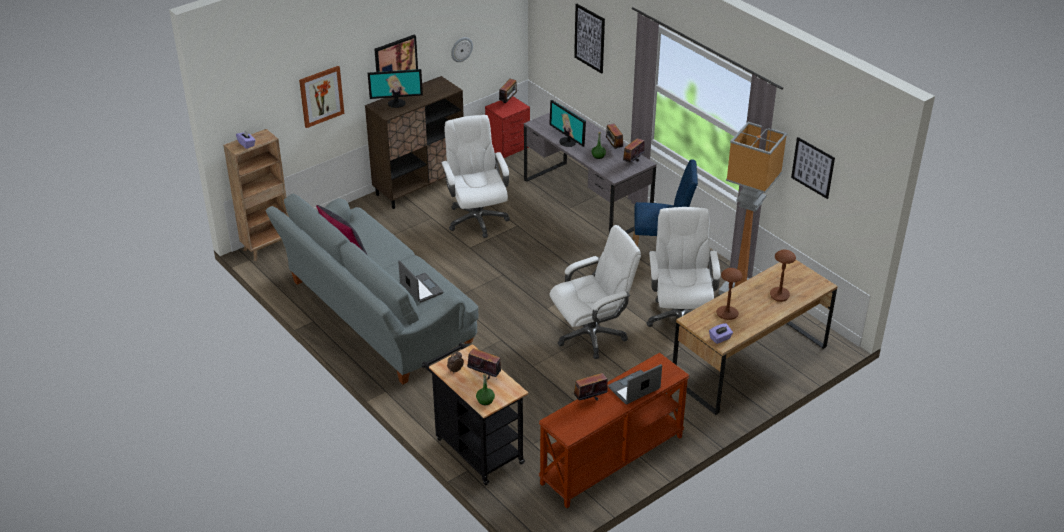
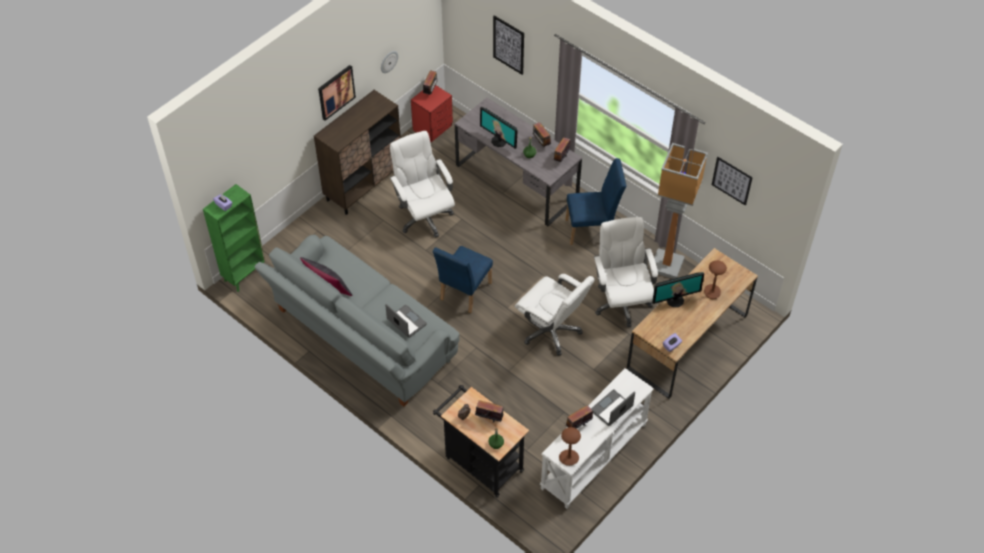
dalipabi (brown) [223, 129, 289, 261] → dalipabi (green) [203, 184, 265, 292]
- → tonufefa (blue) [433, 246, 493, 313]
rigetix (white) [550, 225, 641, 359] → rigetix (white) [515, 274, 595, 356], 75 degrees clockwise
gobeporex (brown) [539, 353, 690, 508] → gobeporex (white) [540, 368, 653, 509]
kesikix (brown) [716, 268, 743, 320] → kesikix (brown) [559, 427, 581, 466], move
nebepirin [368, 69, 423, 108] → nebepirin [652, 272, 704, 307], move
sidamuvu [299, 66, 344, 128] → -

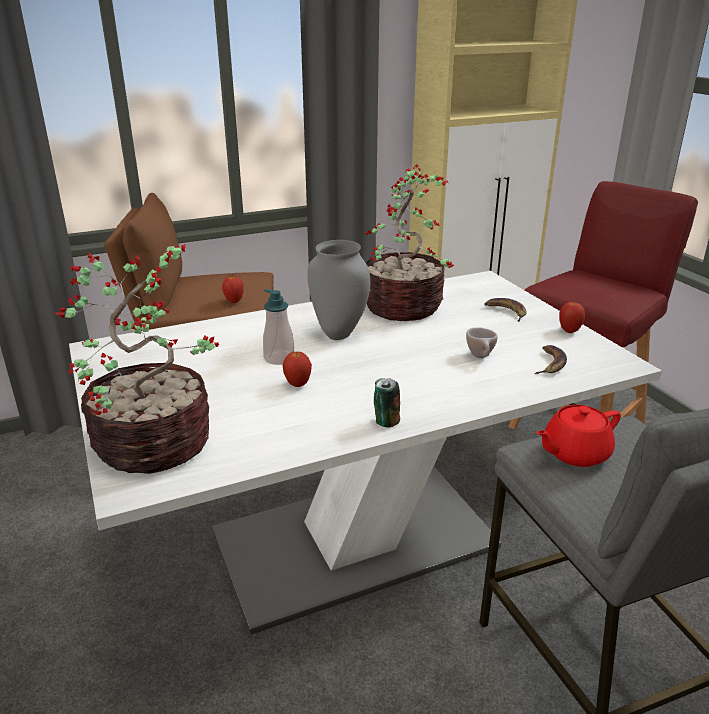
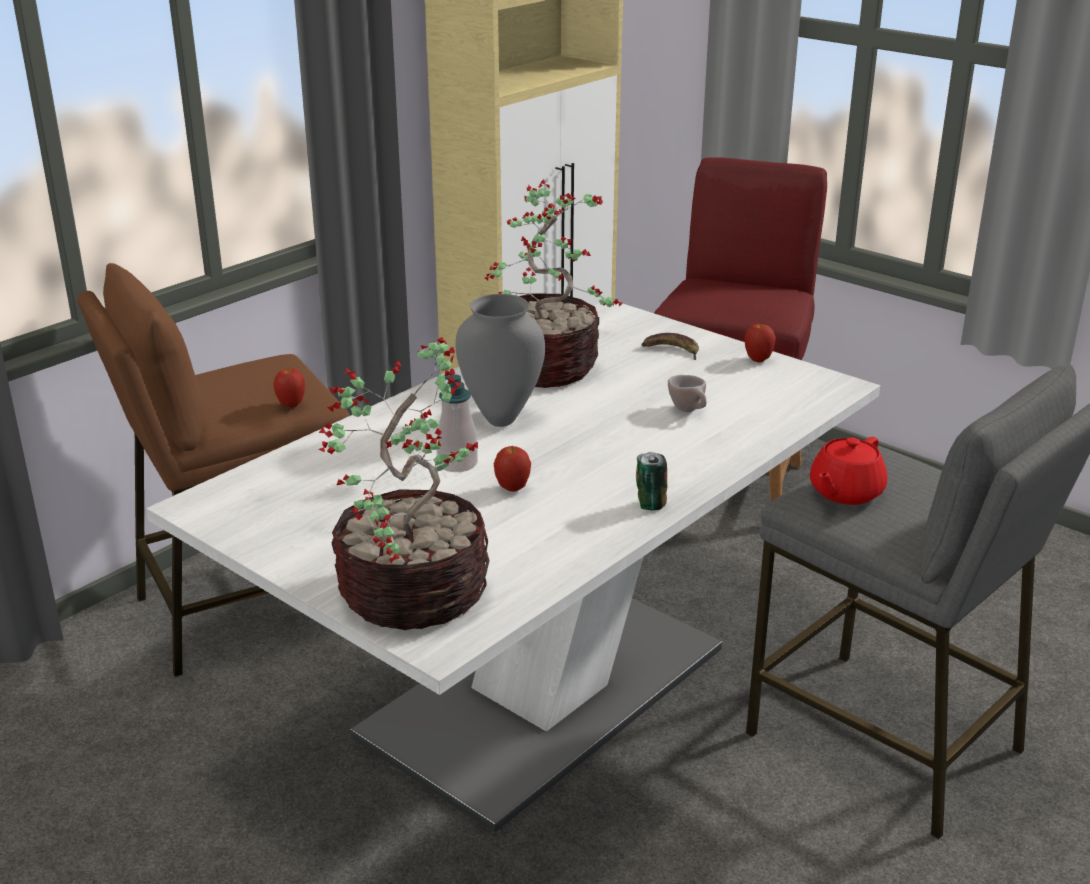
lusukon [534, 345, 567, 374] → -

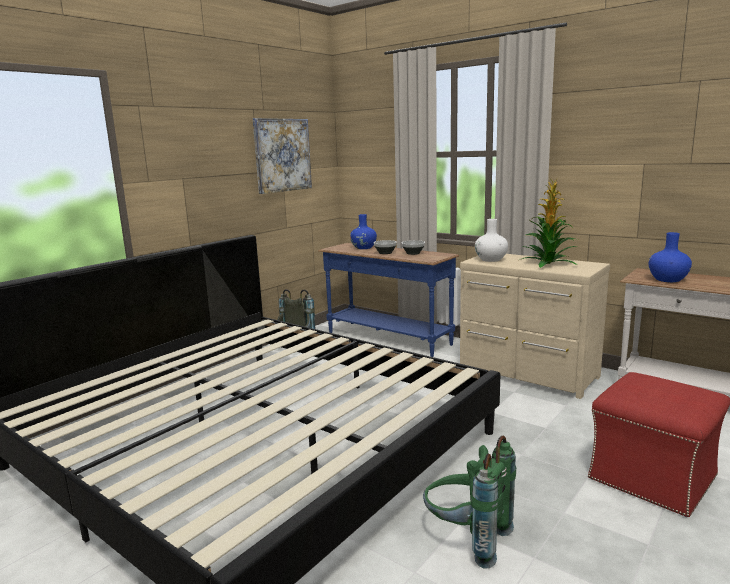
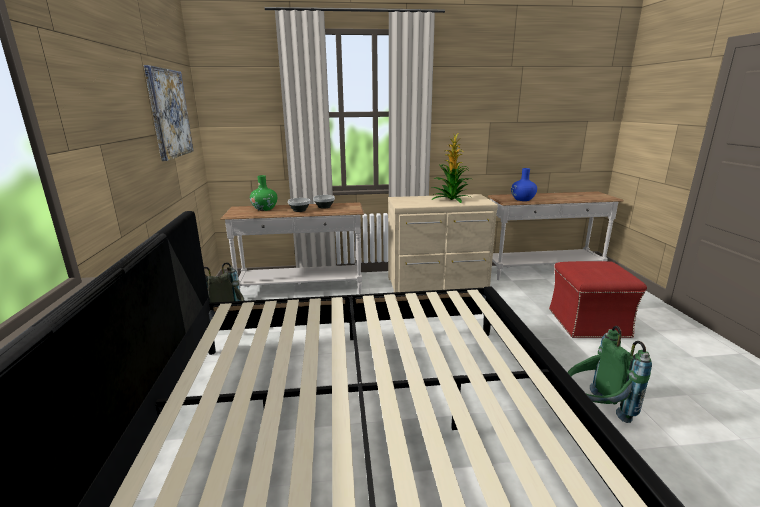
gobeporex (blue) [318, 243, 459, 357] → gobeporex (white) [220, 202, 364, 294]
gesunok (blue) [350, 214, 377, 249] → gesunok (green) [250, 175, 277, 211]
gesunok (white) [475, 219, 508, 262] → -

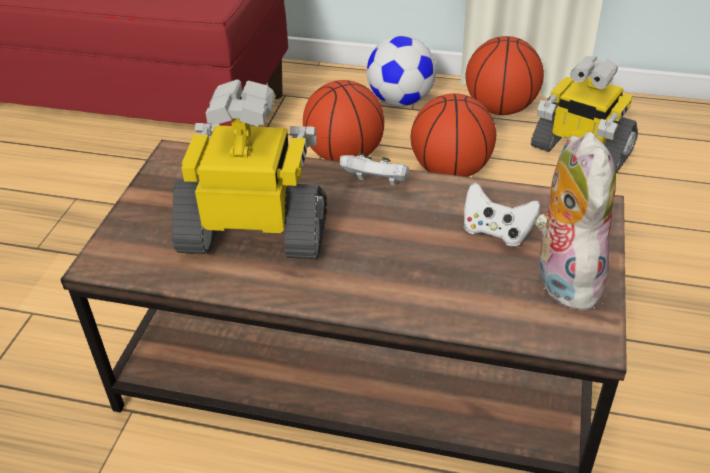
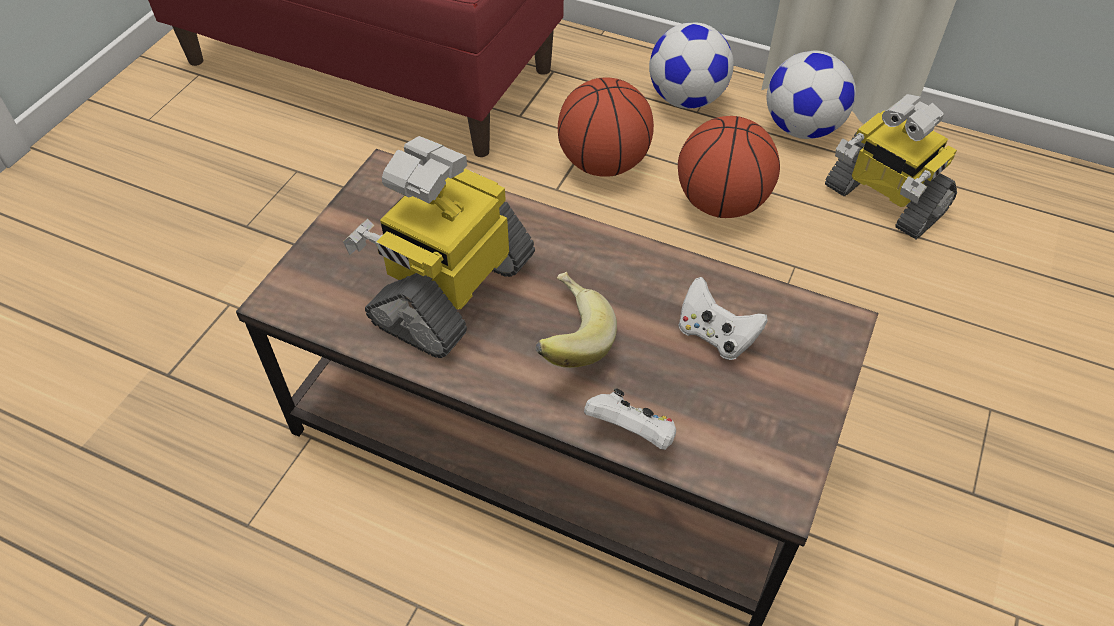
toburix [172, 79, 327, 259] → toburix [343, 136, 535, 358], 75 degrees counterclockwise
- → lusukon [535, 272, 617, 368]
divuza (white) [339, 153, 409, 186] → divuza (white) [584, 388, 676, 450], move
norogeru [466, 36, 544, 115] → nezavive [767, 51, 856, 139]
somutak [535, 132, 616, 311] → -

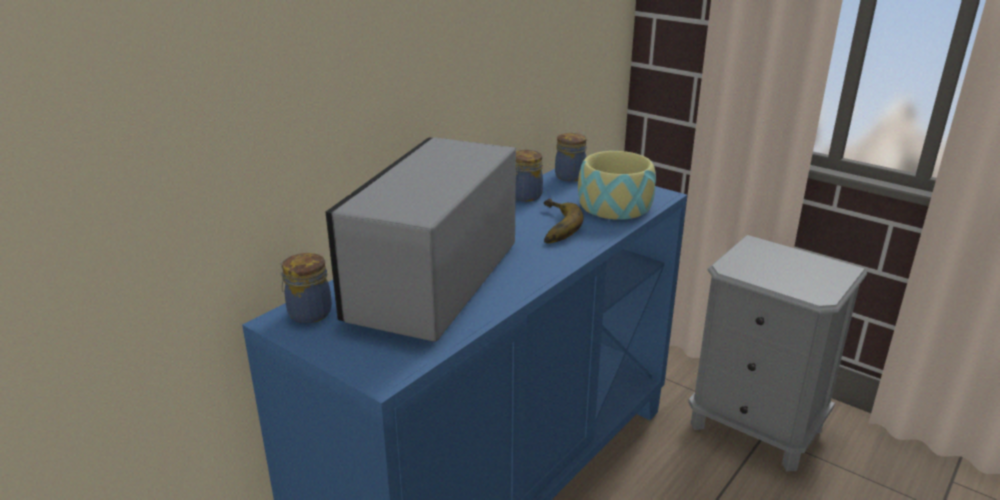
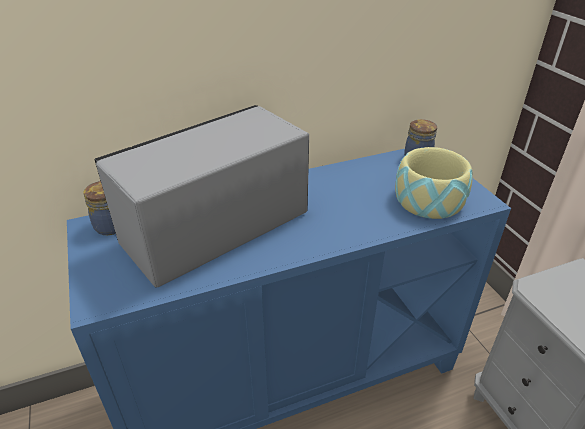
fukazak [515, 150, 543, 201] → -
lusukon [544, 199, 584, 243] → -

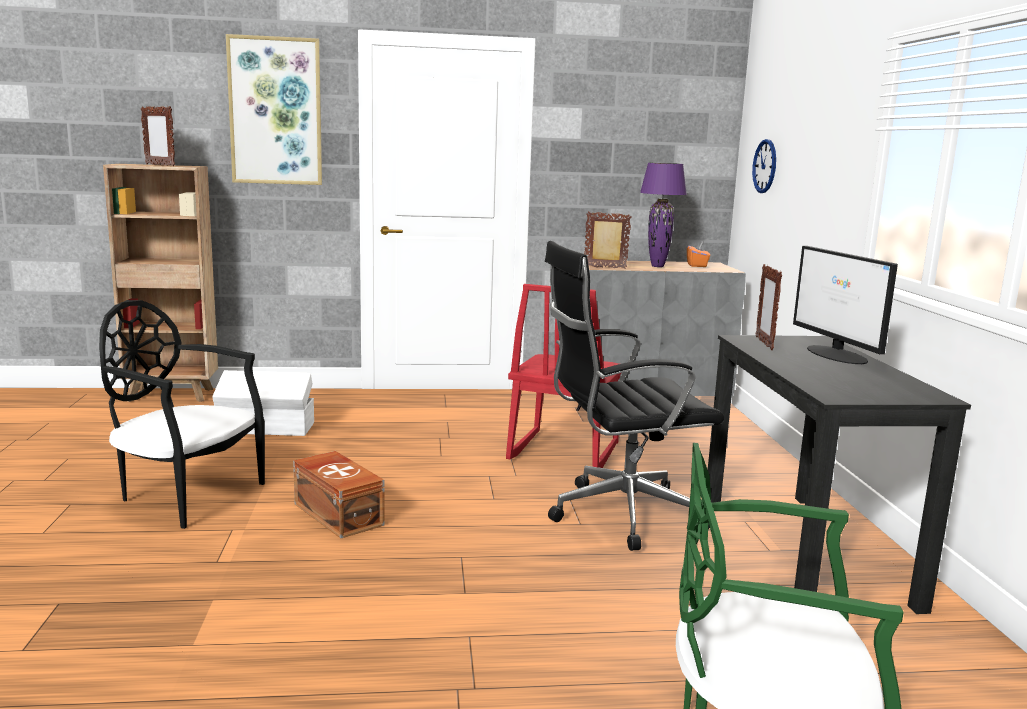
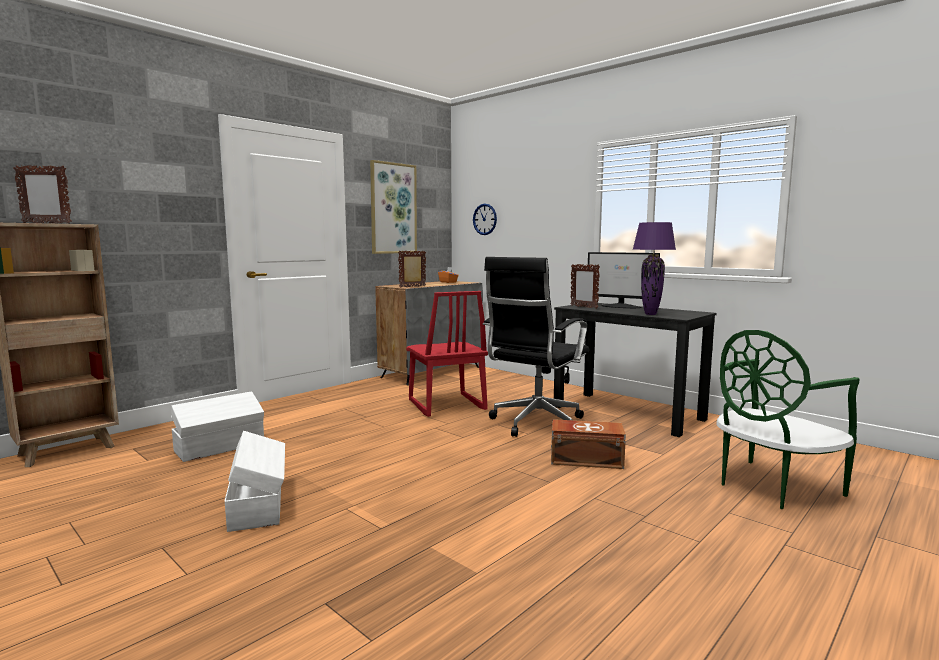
tonufefa (black) [99, 300, 265, 529] → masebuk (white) [225, 431, 285, 532]
sidamuvu [226, 34, 322, 185] → sidamuvu [370, 160, 417, 254], move
masebuk (brown) [293, 451, 385, 538] → masebuk (brown) [551, 419, 626, 469], move
kesikix (purple) [640, 163, 687, 267] → kesikix (purple) [633, 222, 676, 315], move

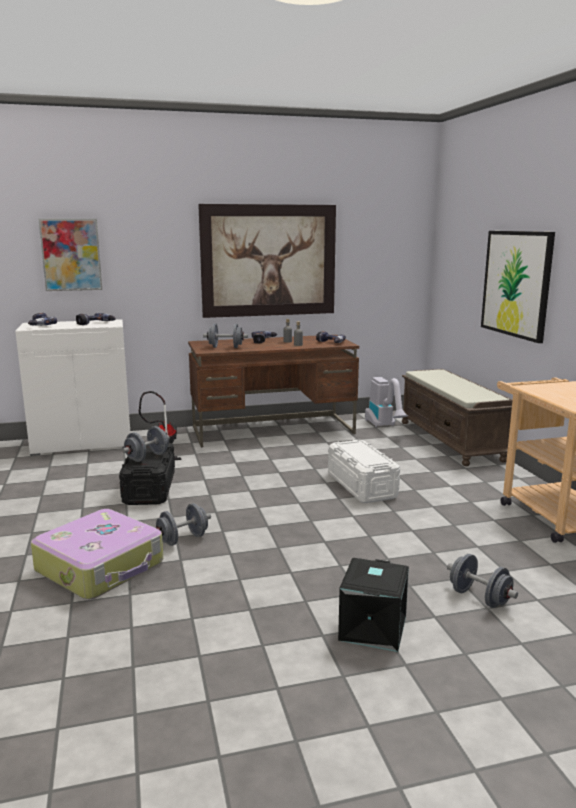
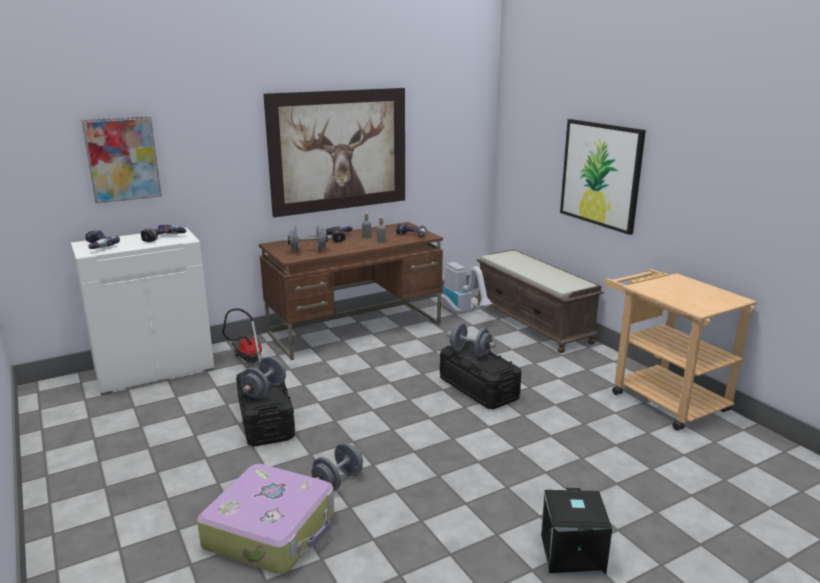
masebuk (white) [328, 439, 400, 503] → masebuk (black) [440, 341, 522, 410]
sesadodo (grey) [447, 554, 518, 608] → sesadodo (grey) [447, 323, 496, 357], move

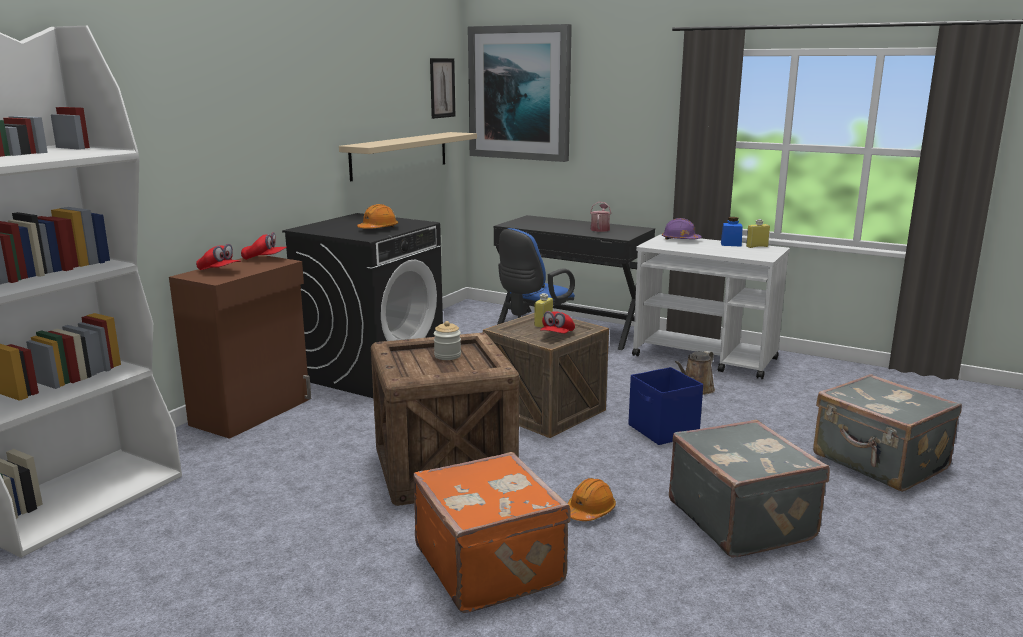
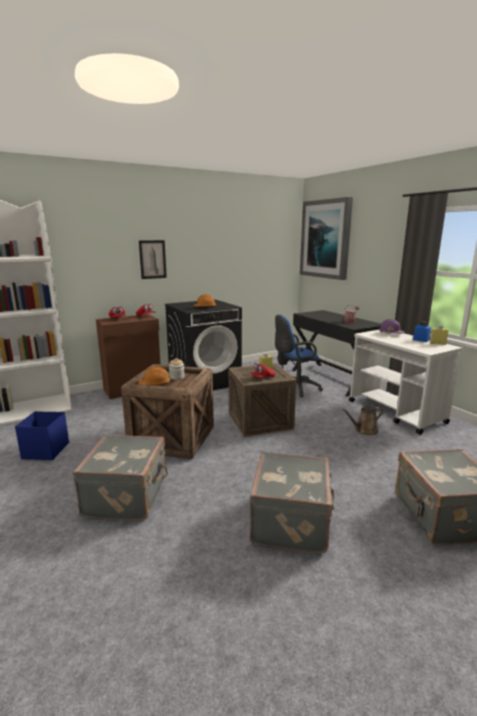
masebuk (blue) [628, 367, 703, 445] → masebuk (blue) [15, 411, 69, 460], move
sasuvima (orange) [413, 452, 571, 613] → sasuvima (grey) [73, 434, 168, 521]
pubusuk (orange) [567, 478, 616, 521] → pubusuk (orange) [138, 366, 171, 385], move
sidamuvu [430, 58, 455, 119] → sidamuvu [139, 240, 167, 279], move
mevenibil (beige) [339, 132, 477, 181] → -

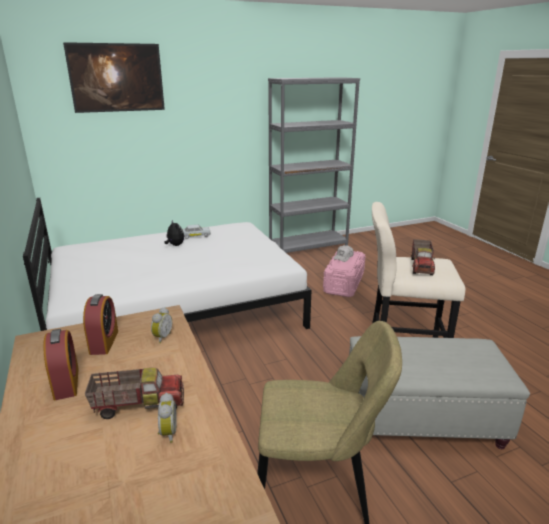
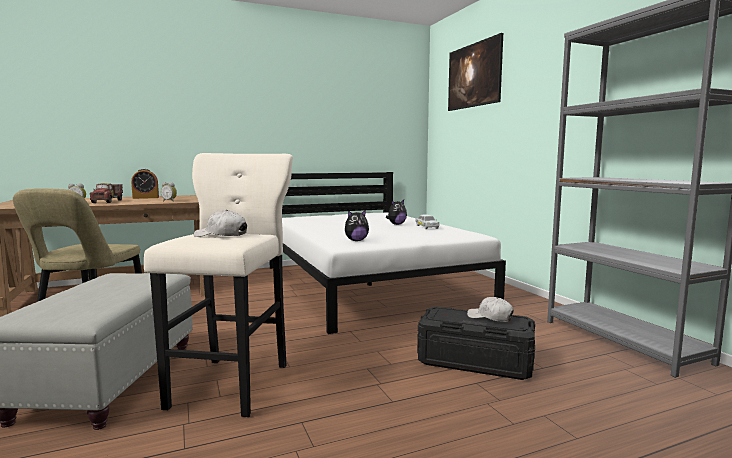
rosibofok [411, 239, 435, 275] → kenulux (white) [193, 210, 247, 237]
- → somutak [345, 210, 369, 241]
masebuk (pink) [323, 251, 366, 297] → masebuk (black) [417, 306, 535, 380]
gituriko [83, 294, 118, 355] → -

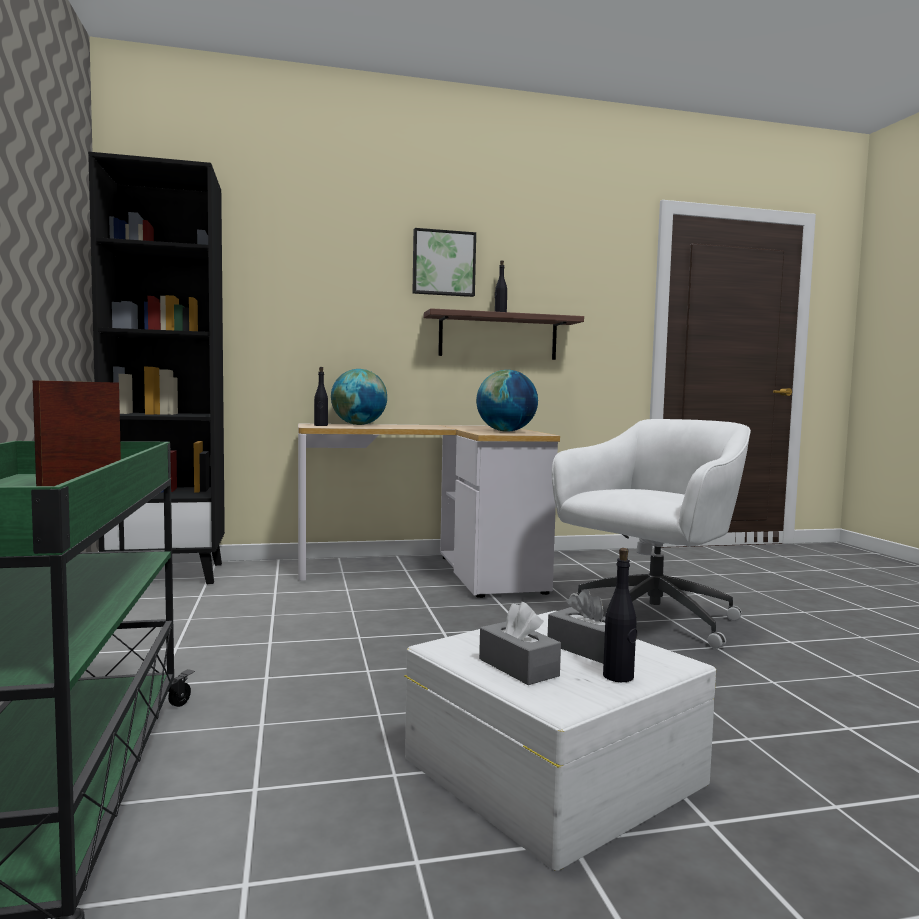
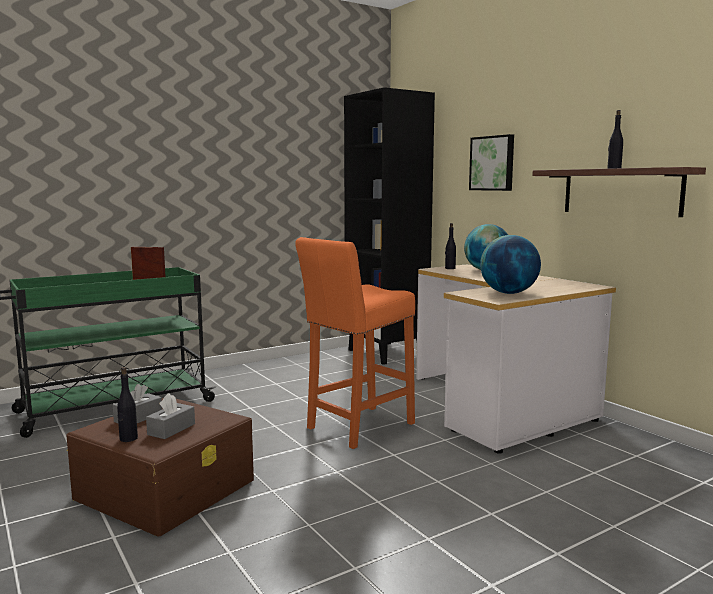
masebuk (white) [404, 610, 716, 871] → masebuk (brown) [66, 398, 254, 537]
- → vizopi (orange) [295, 237, 415, 449]
sidamuvu [412, 228, 476, 297] → sidamuvu [469, 134, 514, 191], move
rigetix (white) [552, 419, 751, 649] → -

